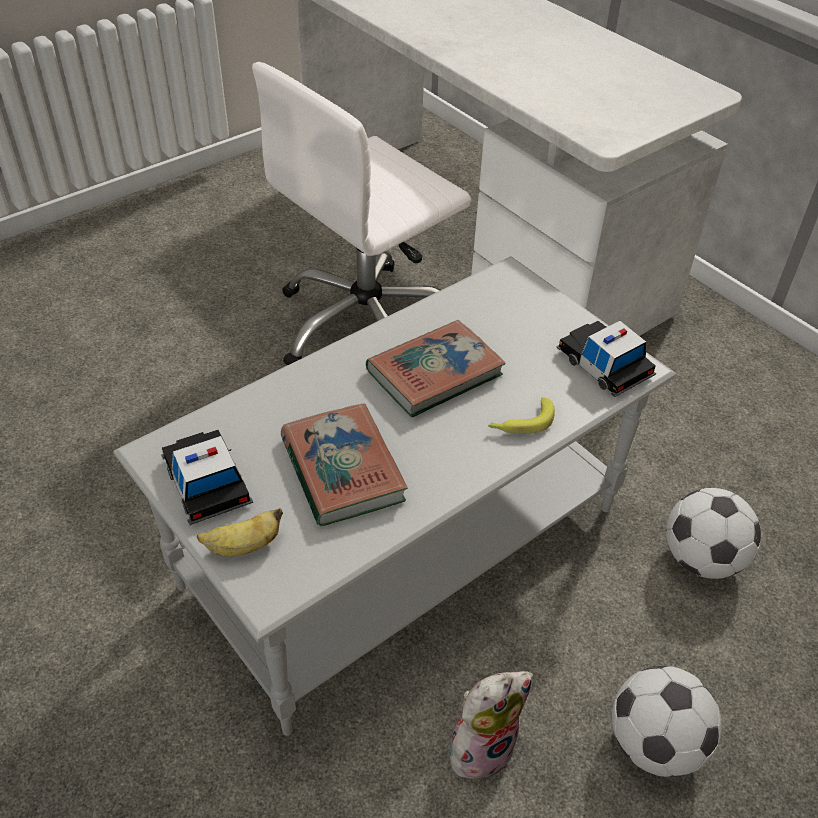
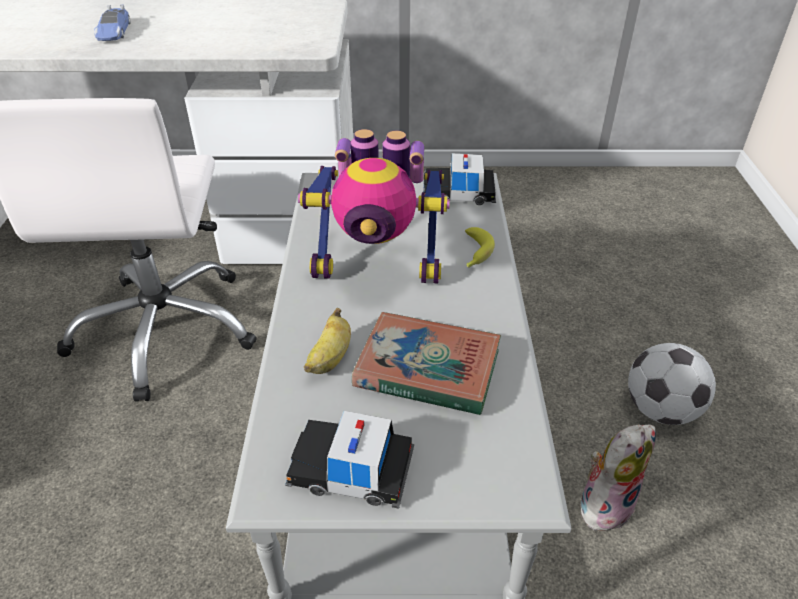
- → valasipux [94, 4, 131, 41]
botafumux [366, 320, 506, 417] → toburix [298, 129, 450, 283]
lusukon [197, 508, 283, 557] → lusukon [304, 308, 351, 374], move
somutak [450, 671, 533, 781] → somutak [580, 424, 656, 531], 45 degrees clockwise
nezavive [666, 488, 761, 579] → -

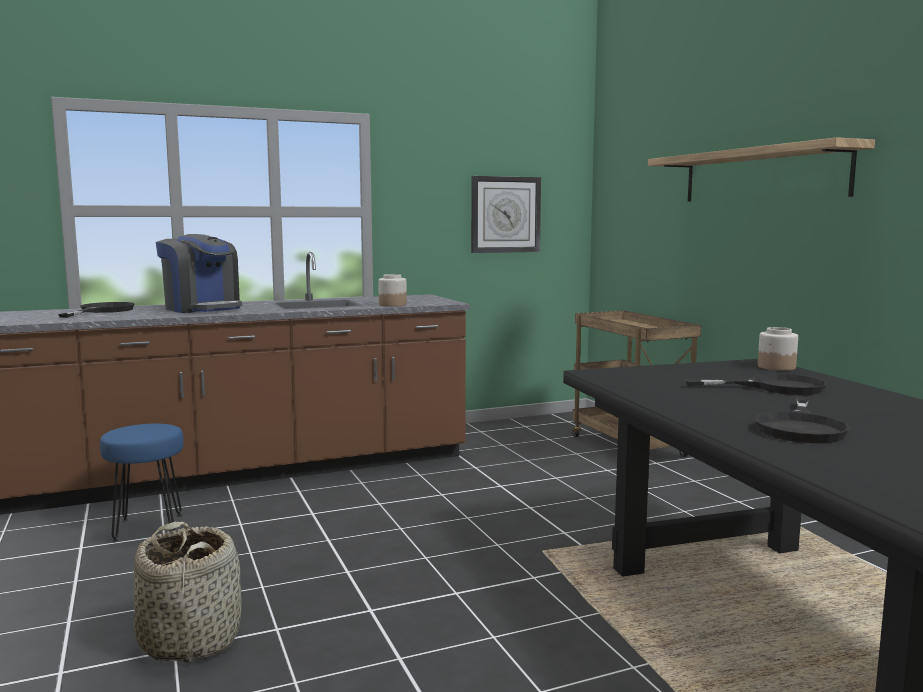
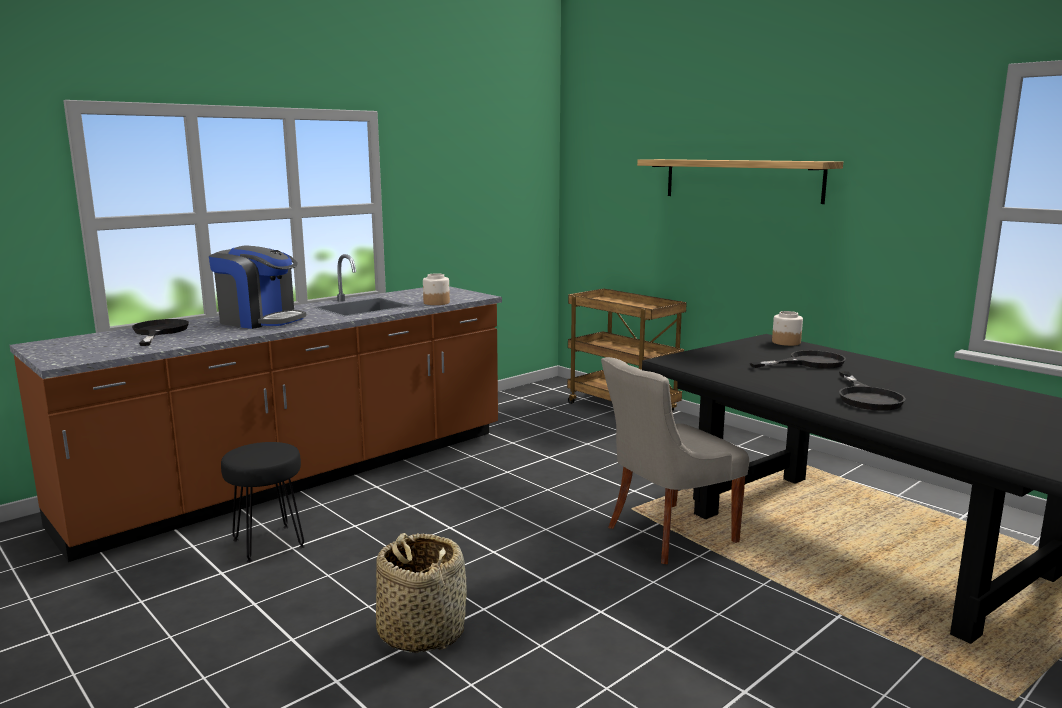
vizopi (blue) [100, 424, 184, 542] → vizopi (black) [221, 442, 305, 563]
- → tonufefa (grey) [601, 357, 749, 564]
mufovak [471, 176, 541, 253] → -

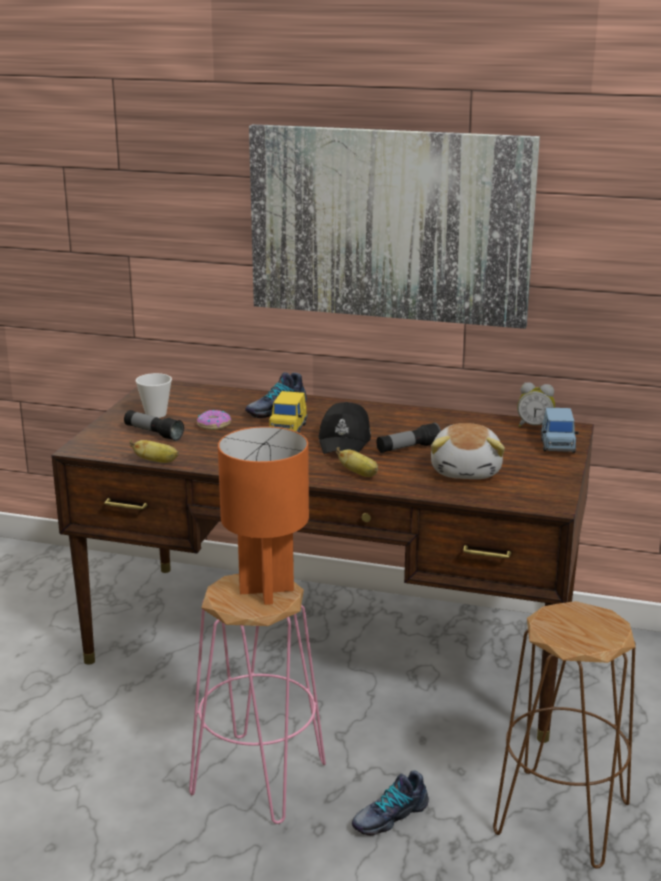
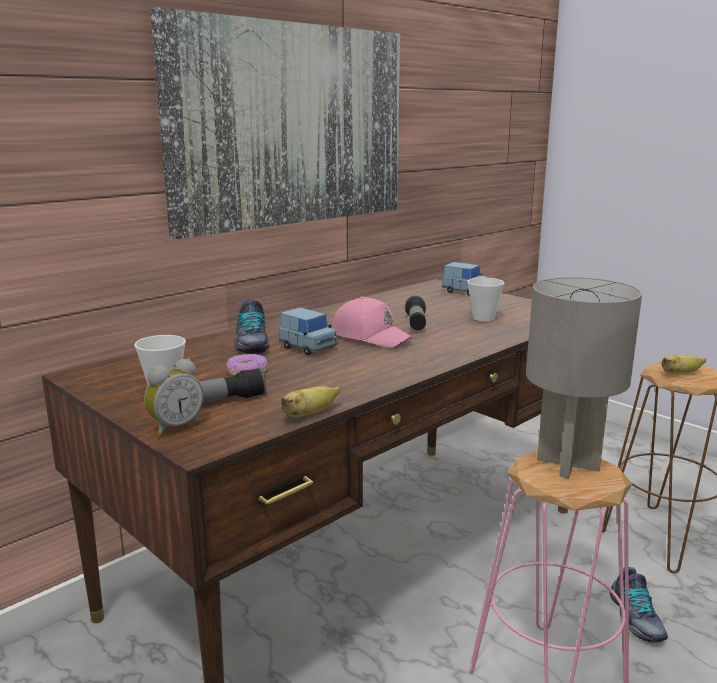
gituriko [517, 382, 555, 427] → gituriko [144, 358, 204, 437], move
valasipux (yellow) [269, 391, 308, 433] → valasipux (blue) [279, 308, 338, 355]
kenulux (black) [318, 402, 371, 454] → kenulux (pink) [332, 297, 413, 348]
somutak [431, 423, 505, 479] → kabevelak [467, 278, 504, 321]
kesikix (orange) [218, 426, 309, 605] → kesikix (grey) [526, 277, 642, 478]
lusukon [336, 447, 378, 477] → lusukon [662, 355, 706, 374], move

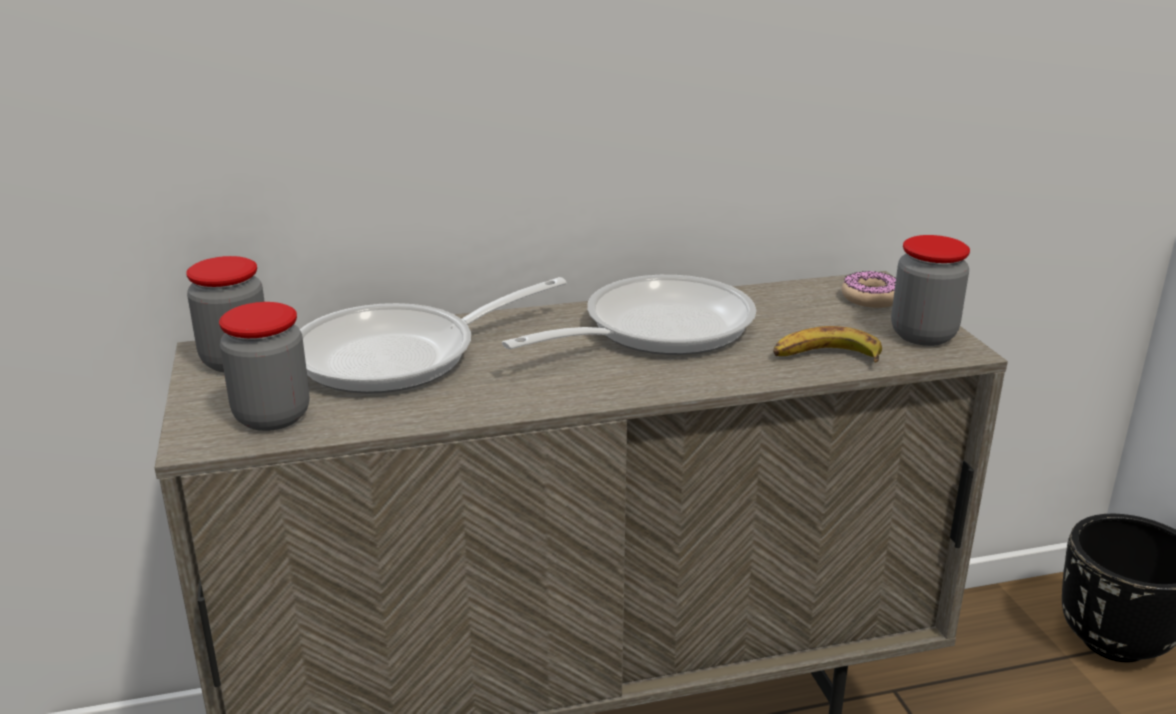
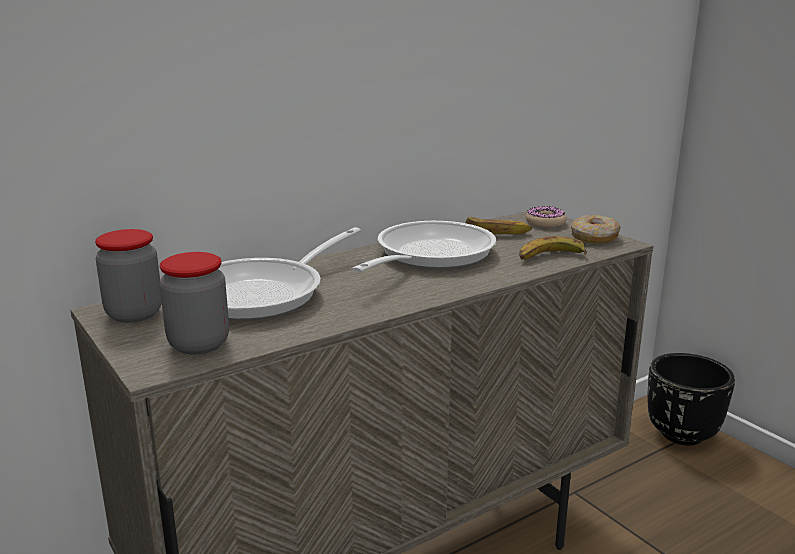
- → lusukon [466, 217, 532, 234]
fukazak [891, 235, 970, 346] → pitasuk [570, 214, 621, 244]

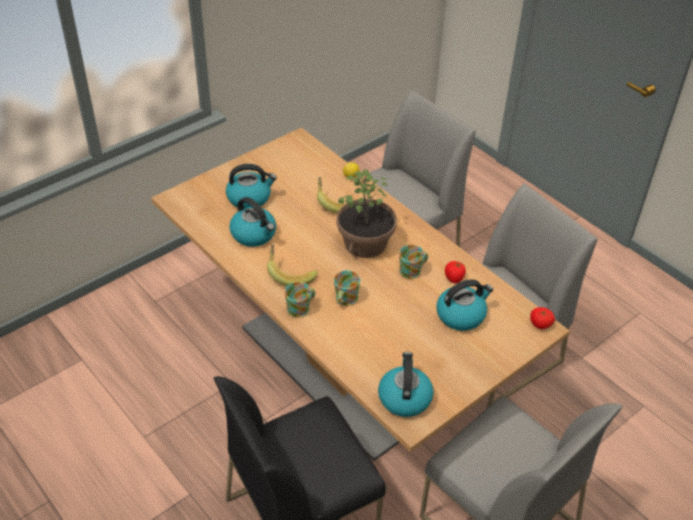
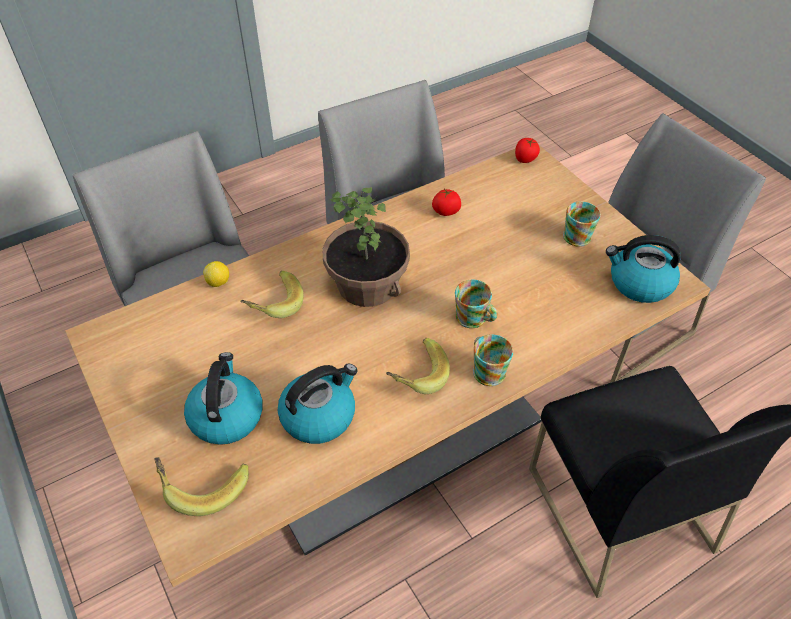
- → lusukon [154, 457, 249, 516]
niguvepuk [399, 245, 428, 279] → niguvepuk [563, 202, 601, 247], move
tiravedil [436, 279, 493, 331] → -

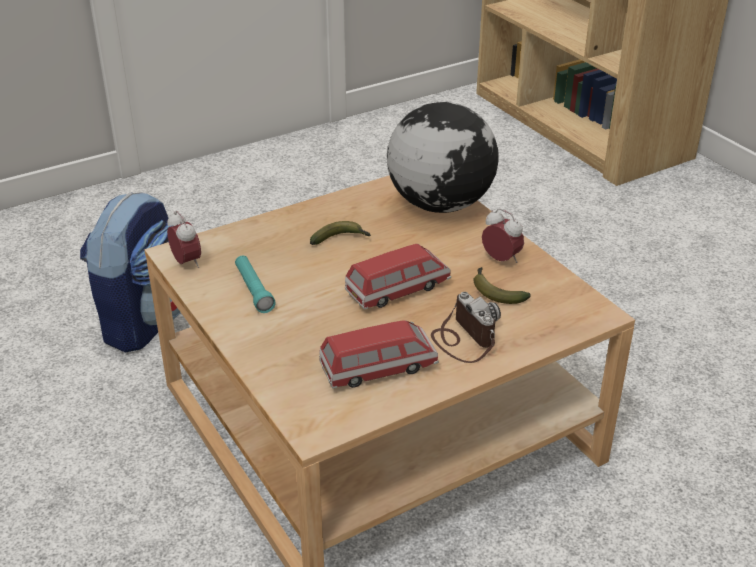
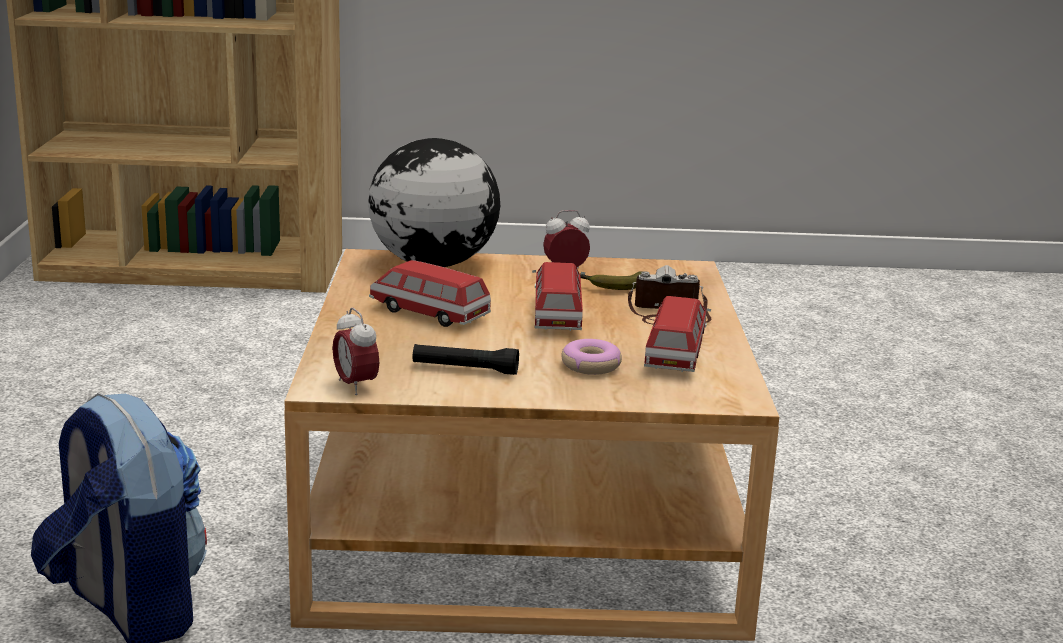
gituriko [167, 211, 201, 268] → gituriko [333, 308, 379, 395], 120 degrees counterclockwise
lusukon [310, 221, 371, 245] → valasipux [369, 260, 491, 327]
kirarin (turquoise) [235, 256, 276, 313] → kirarin (black) [413, 344, 519, 375]
- → pitasuk [561, 339, 622, 375]

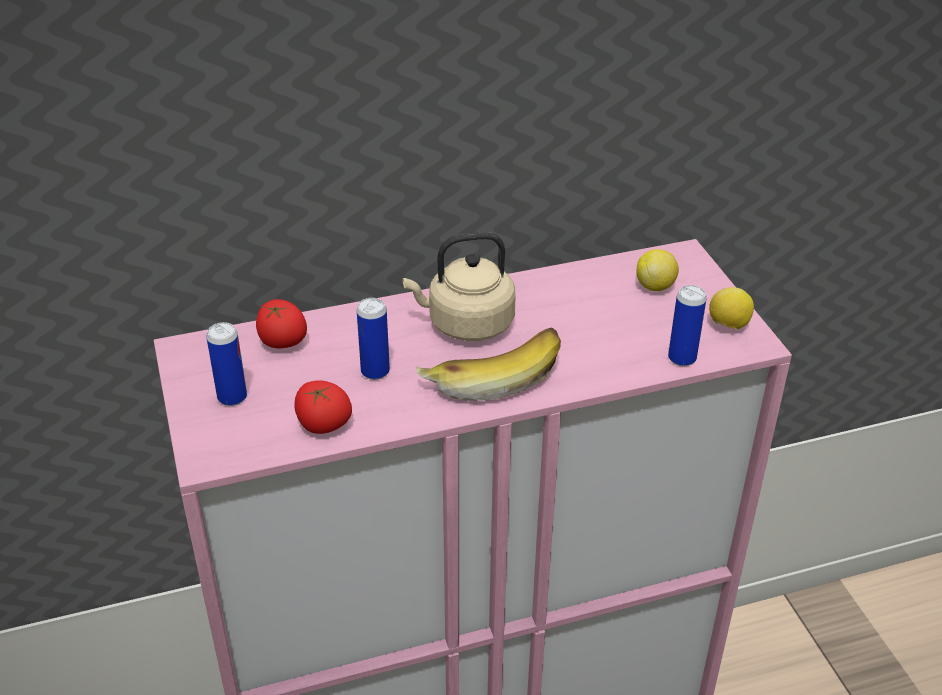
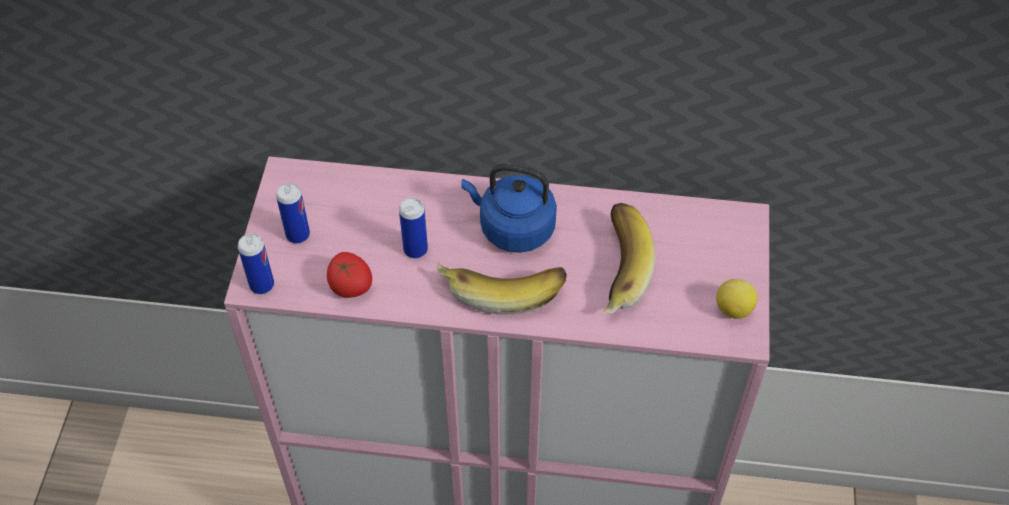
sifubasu [668, 285, 706, 366] → sifubasu [238, 234, 274, 294], move
tiravedil (beige) [403, 232, 516, 341] → tiravedil (blue) [461, 163, 557, 253]
- → lusukon [603, 203, 655, 313]
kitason [256, 299, 307, 348] → -
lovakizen [637, 249, 679, 291] → -

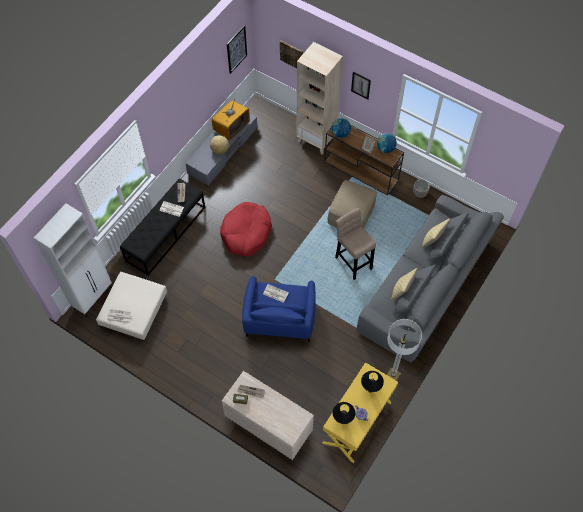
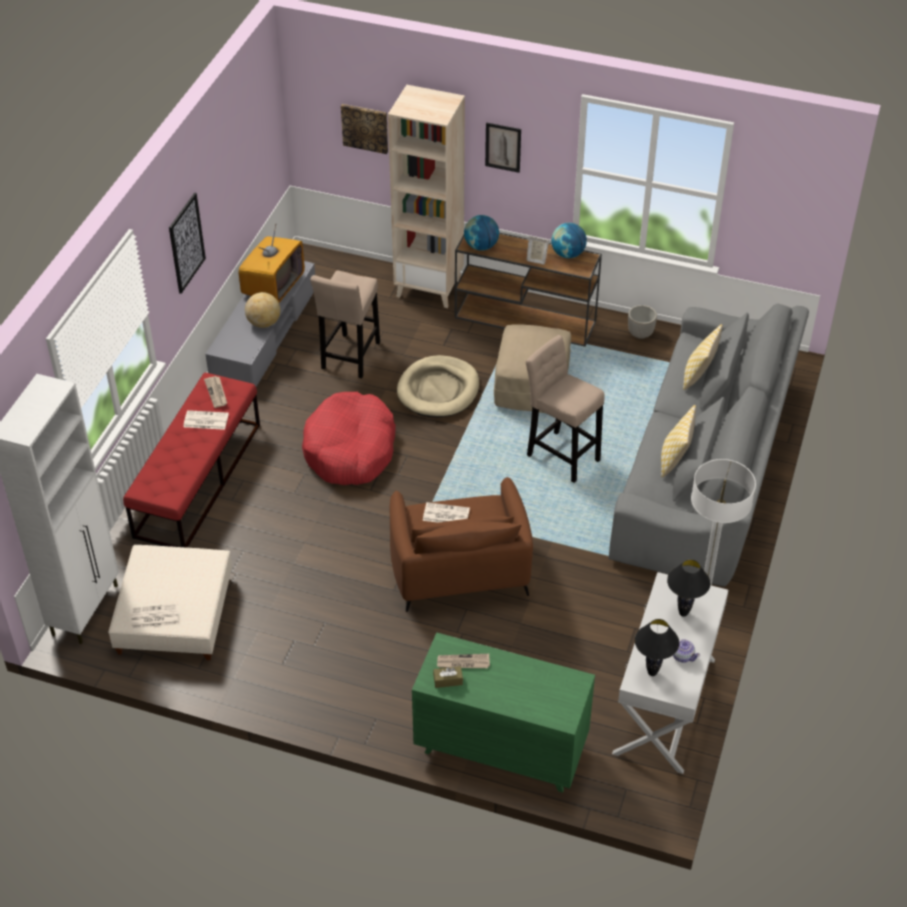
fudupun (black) [120, 179, 205, 276] → fudupun (red) [123, 373, 260, 548]
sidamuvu [227, 25, 247, 74] → sidamuvu [169, 193, 206, 294], move
- → vizopi (beige) [310, 270, 380, 378]
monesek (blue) [242, 276, 315, 342] → monesek (brown) [390, 477, 533, 612]
- → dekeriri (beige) [397, 355, 479, 417]
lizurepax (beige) [222, 371, 314, 460] → lizurepax (green) [412, 632, 595, 793]
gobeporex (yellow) [322, 362, 398, 463] → gobeporex (white) [612, 572, 728, 774]

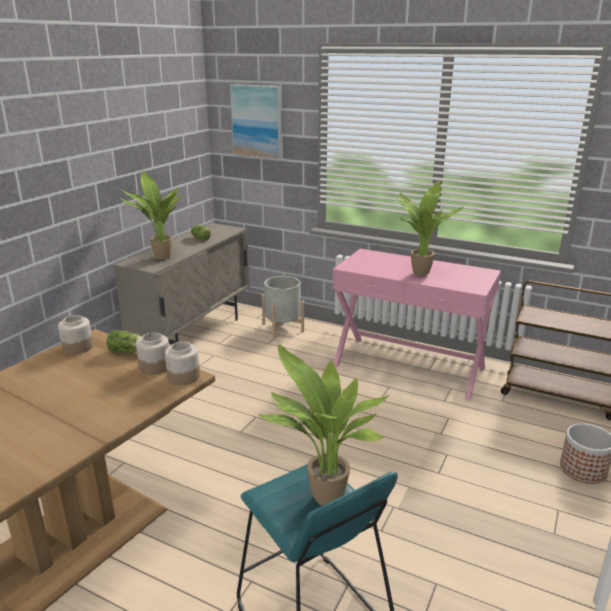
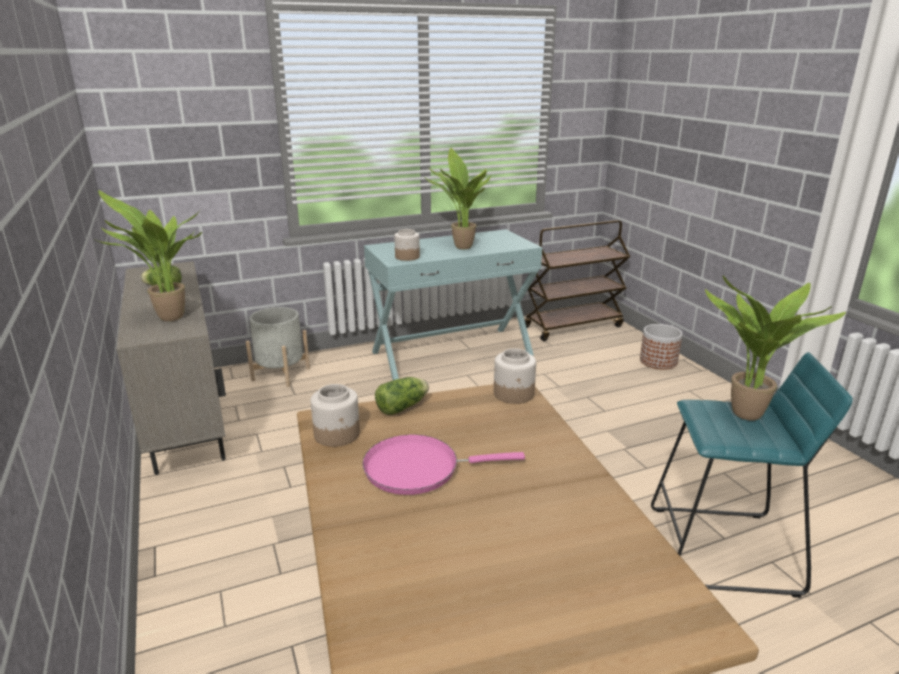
- → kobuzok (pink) [362, 435, 525, 495]
gobeporex (pink) [332, 249, 501, 401] → gobeporex (turquoise) [364, 229, 542, 380]
fukazak [136, 333, 169, 375] → fukazak [394, 229, 420, 261], move
sidamuvu [229, 84, 282, 160] → -

